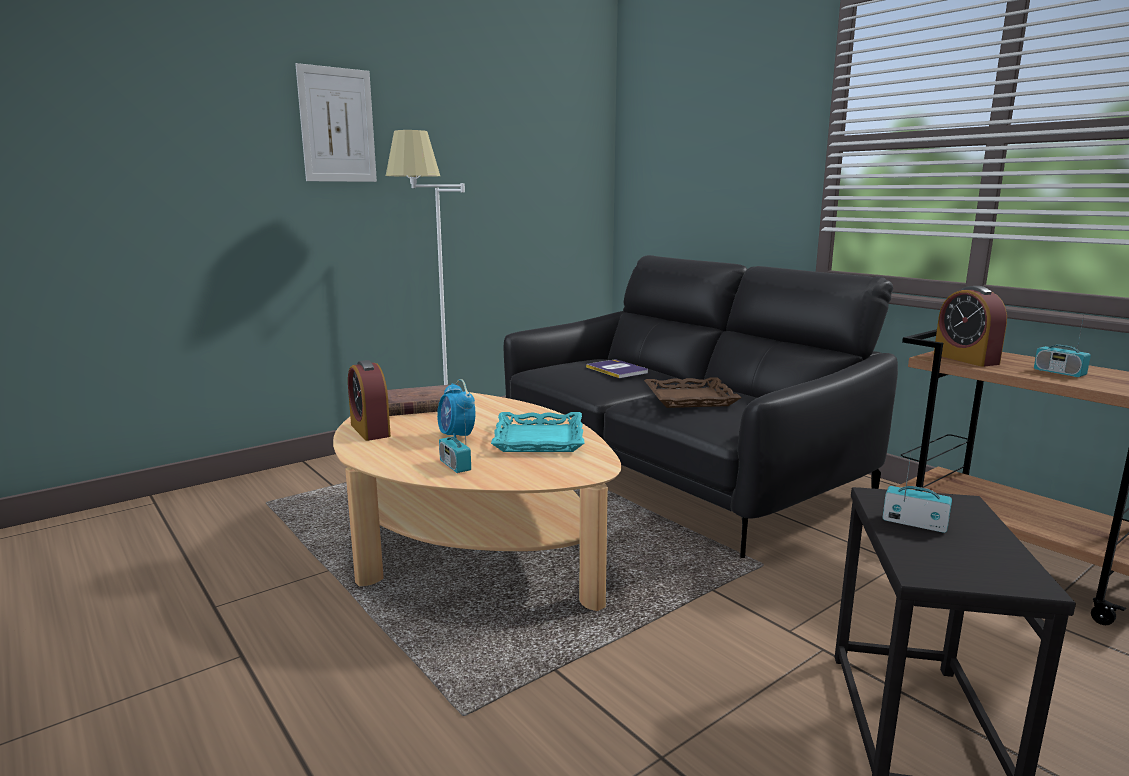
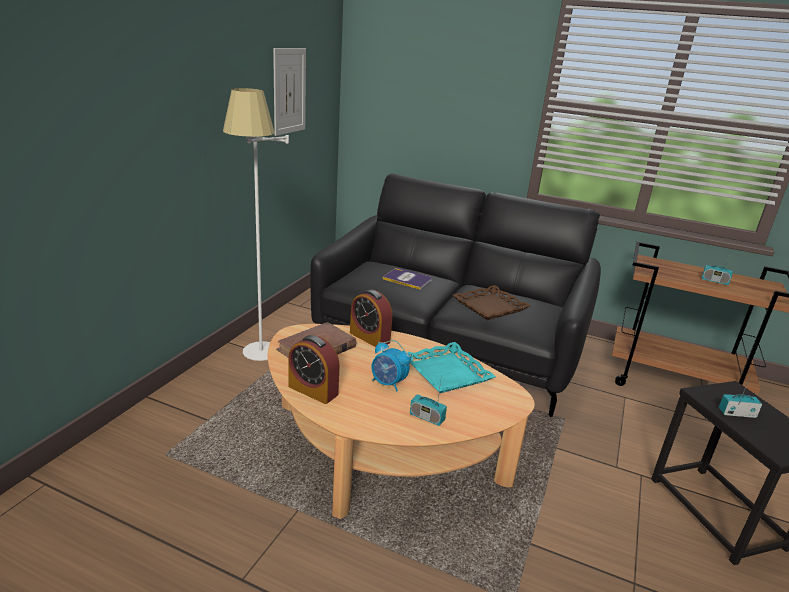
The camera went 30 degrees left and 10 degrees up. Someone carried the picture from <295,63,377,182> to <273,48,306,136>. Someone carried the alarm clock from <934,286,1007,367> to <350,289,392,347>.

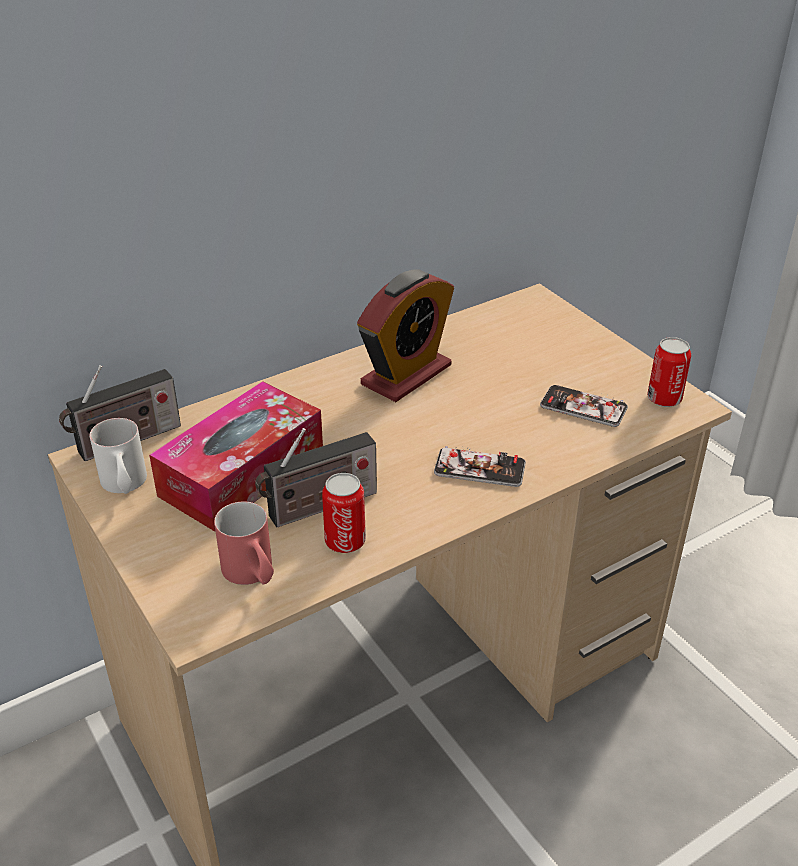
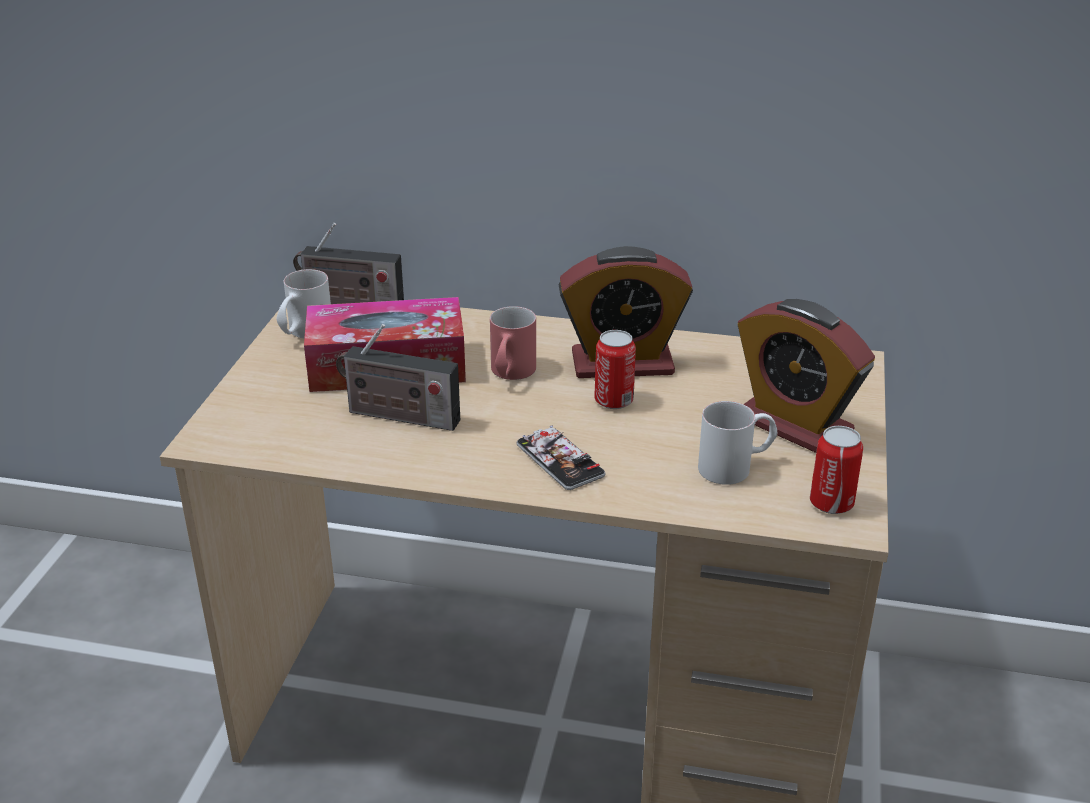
The camera went 45 degrees right and 5 degrees down. Someone put down the alarm clock at <738,299,875,453>. Someone carried the red mug from <214,502,274,585> to <490,306,536,380>. Someone carried the can from <322,473,366,553> to <595,330,636,409>. Someone swapped the phone at <540,385,628,427> for the white mug at <698,401,777,485>.

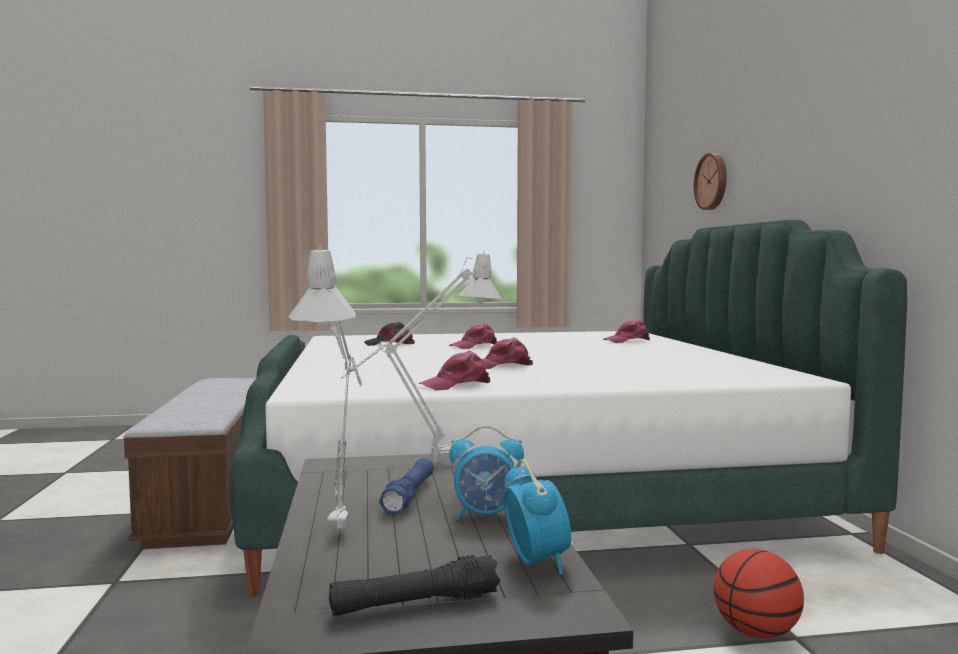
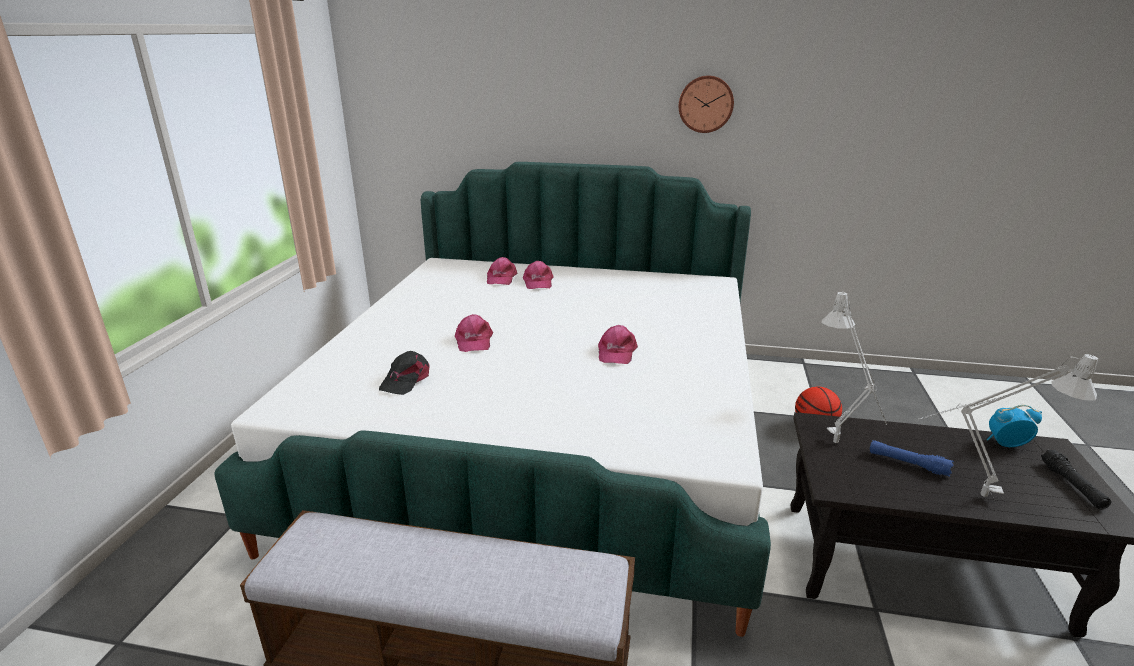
The camera went 70 degrees left and 20 degrees up. Someone took away the alarm clock at <449,426,524,521>. Someone carried the pink cap from <418,351,490,391> to <523,261,554,289>. Someone carried the wall clock from <694,153,727,210> to <679,75,734,133>.

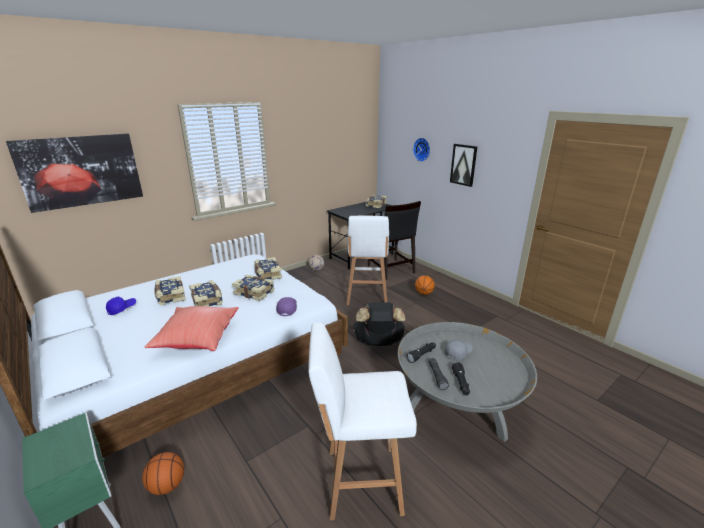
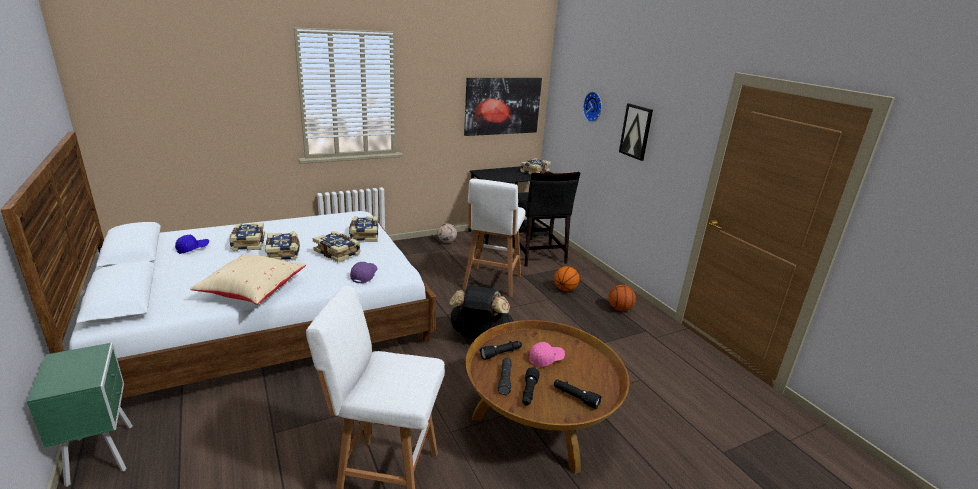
The camera went 10 degrees right and 0 degrees up. Someone put down the black flashlight at <554,380,602,409>. Someone carried the picture from <6,134,143,213> to <464,78,542,136>. Someone carried the basketball from <142,452,184,495> to <609,285,636,311>. Someone repainted the red pillow at <145,306,239,351>, which became the beige pillow at <190,254,306,305>. Someone repainted the grey coffee table at <398,322,537,442>, which became the brown coffee table at <466,320,629,474>. Someone repainted the grey cap at <445,340,472,361>, which became the pink cap at <529,342,565,367>.

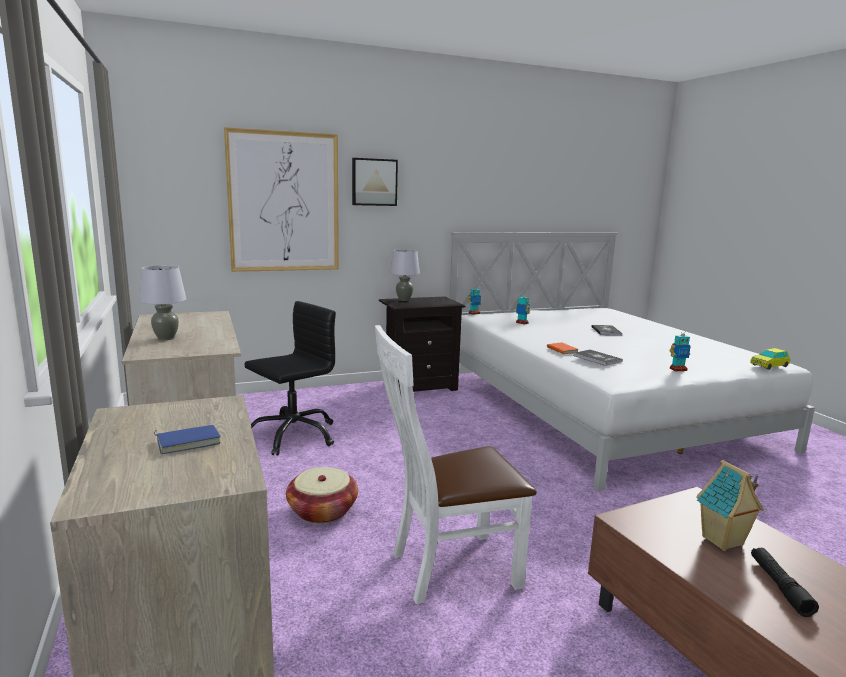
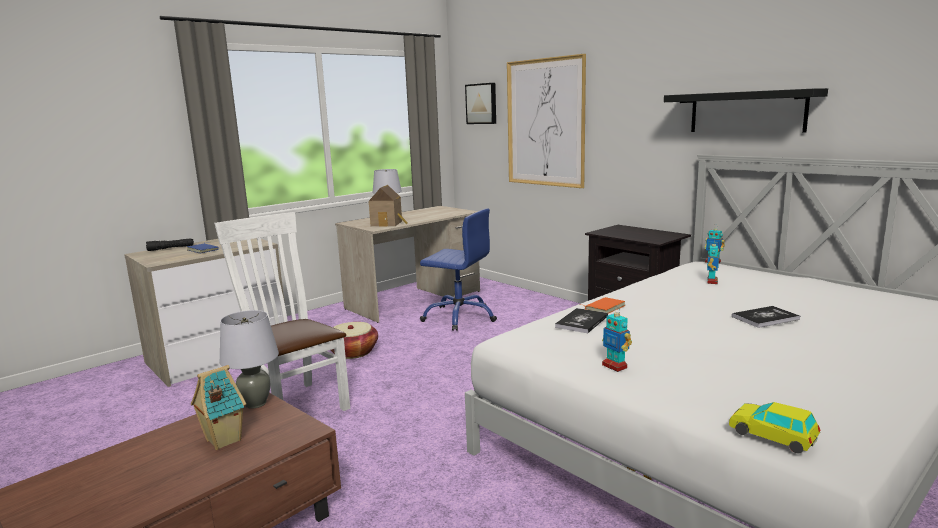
The camera went 70 degrees right and 0 degrees up. Someone put down the toy house at <369,185,408,226>. Someone put up the black shelf at <664,88,828,132>. Someone carried the picture from <352,158,398,206> to <465,83,496,124>. Someone carried the grey table lamp from <390,249,420,301> to <220,310,279,409>. Someone carried the black flashlight from <751,548,819,617> to <146,238,194,251>. Someone repainted the black office chair at <244,301,336,456>, which became the blue office chair at <420,208,497,331>.

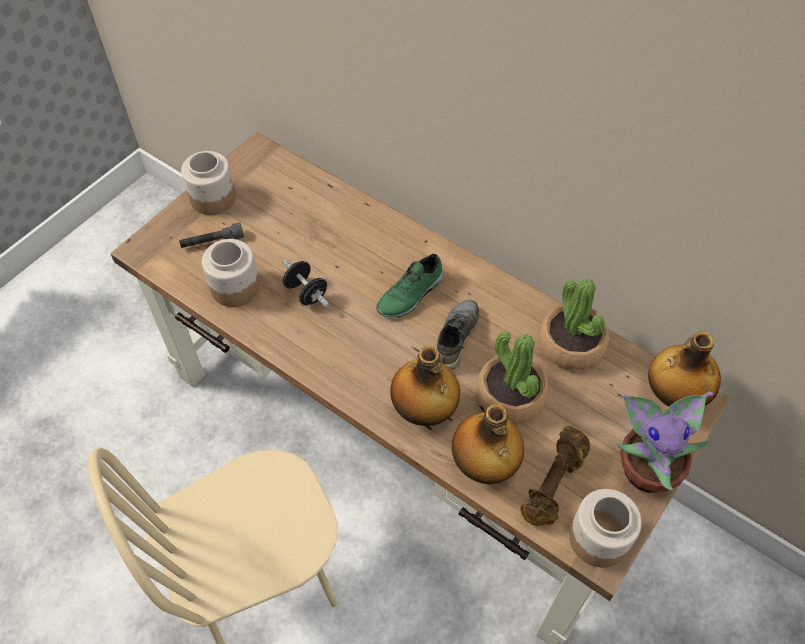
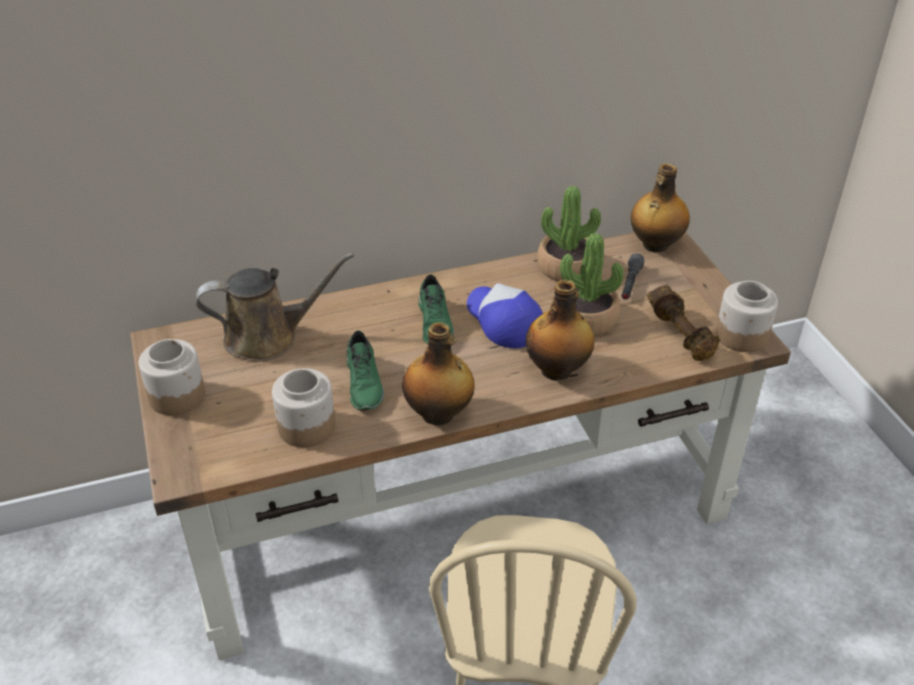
The camera went 55 degrees left and 15 degrees down. Someone took away the potted plant at <617,392,713,493>. Someone put down the brown watering can at <196,253,354,362>. Someone carried the grey flashlight from <179,223,244,248> to <621,253,644,300>. Someone carried the bottle from <452,404,524,484> to <402,322,475,425>. Someone swapped the black dumbbell at <283,260,329,307> for the green shoe at <346,330,384,411>. Someone swapped the grey shoe at <436,300,479,370> for the cap at <467,283,543,348>.

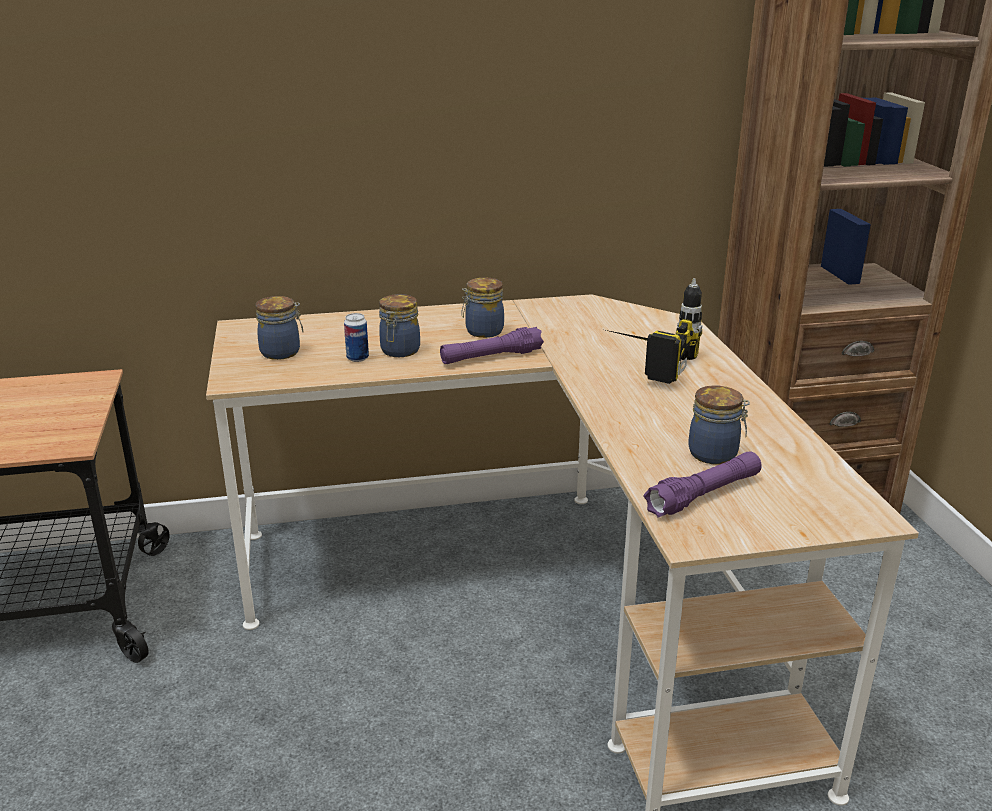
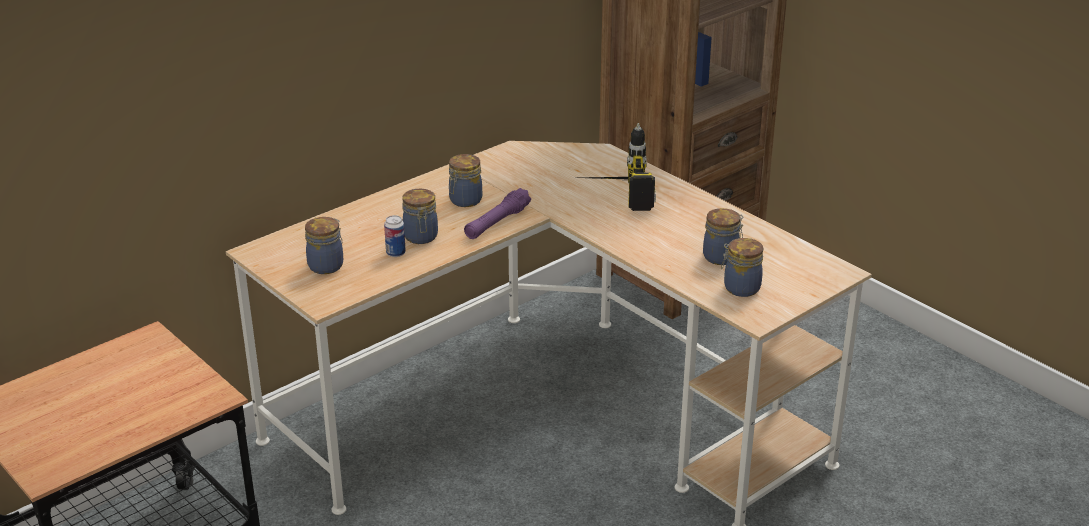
The camera went 30 degrees left and 5 degrees up. Someone swapped the purple flashlight at <643,451,762,517> for the jar at <721,238,763,297>.

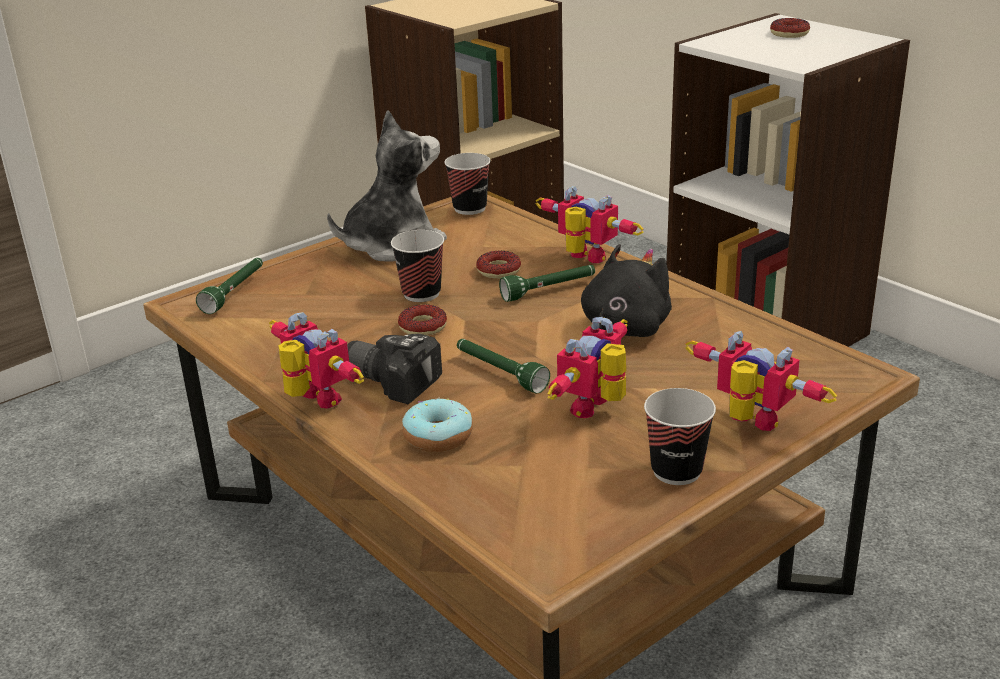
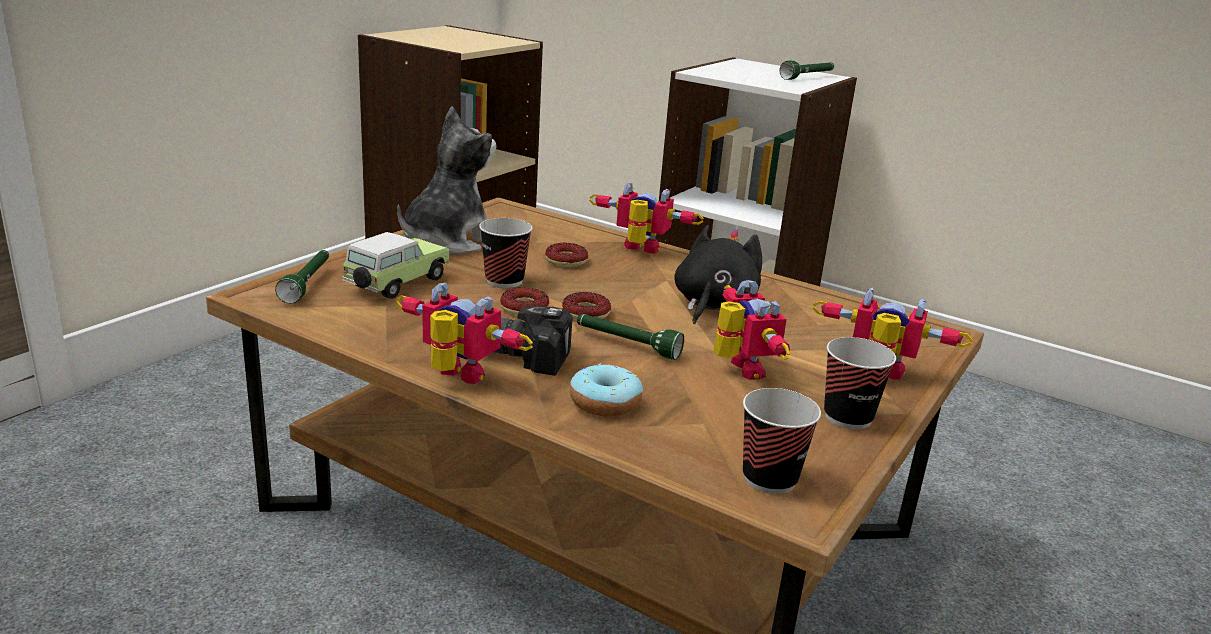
The camera went 20 degrees left and 5 degrees down. Someone put down the toy car at <342,232,449,299>. Someone carried the cup from <444,153,491,215> to <743,388,821,494>. Someone carried the green flashlight from <499,265,595,302> to <780,61,834,80>. Someone carried the donut from <770,18,810,38> to <562,292,611,320>. Someone rotated the toy robot at <548,317,628,418> by 150 degrees clockwise.

